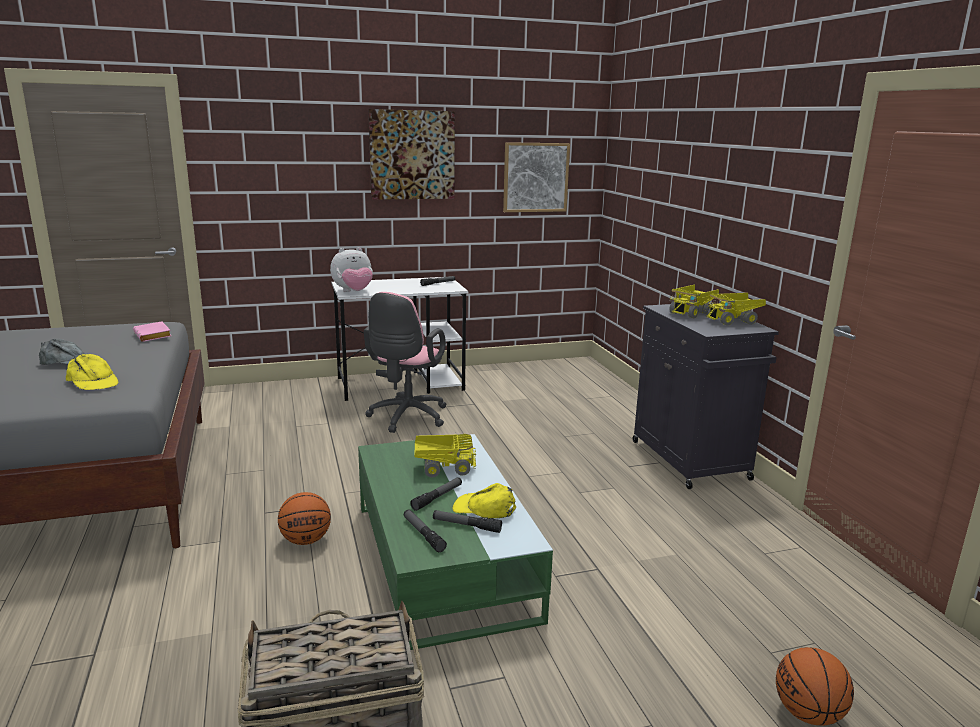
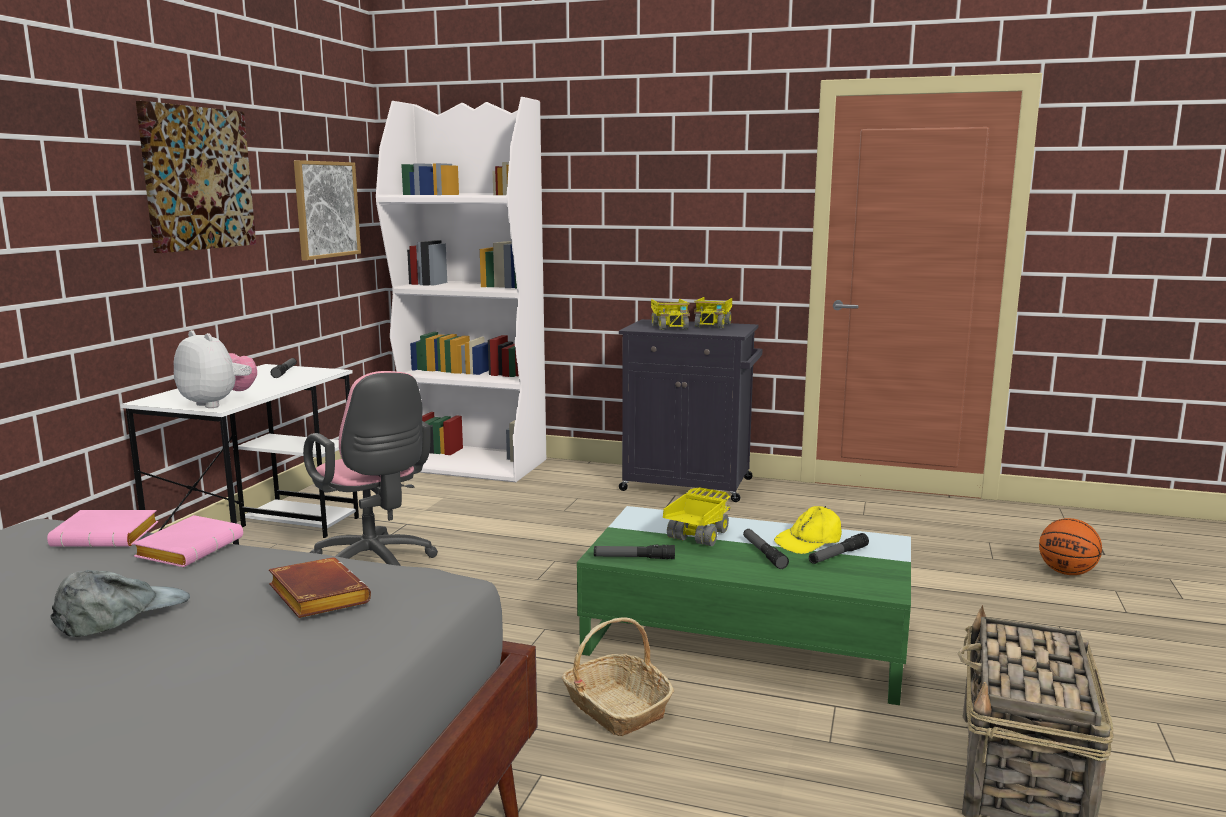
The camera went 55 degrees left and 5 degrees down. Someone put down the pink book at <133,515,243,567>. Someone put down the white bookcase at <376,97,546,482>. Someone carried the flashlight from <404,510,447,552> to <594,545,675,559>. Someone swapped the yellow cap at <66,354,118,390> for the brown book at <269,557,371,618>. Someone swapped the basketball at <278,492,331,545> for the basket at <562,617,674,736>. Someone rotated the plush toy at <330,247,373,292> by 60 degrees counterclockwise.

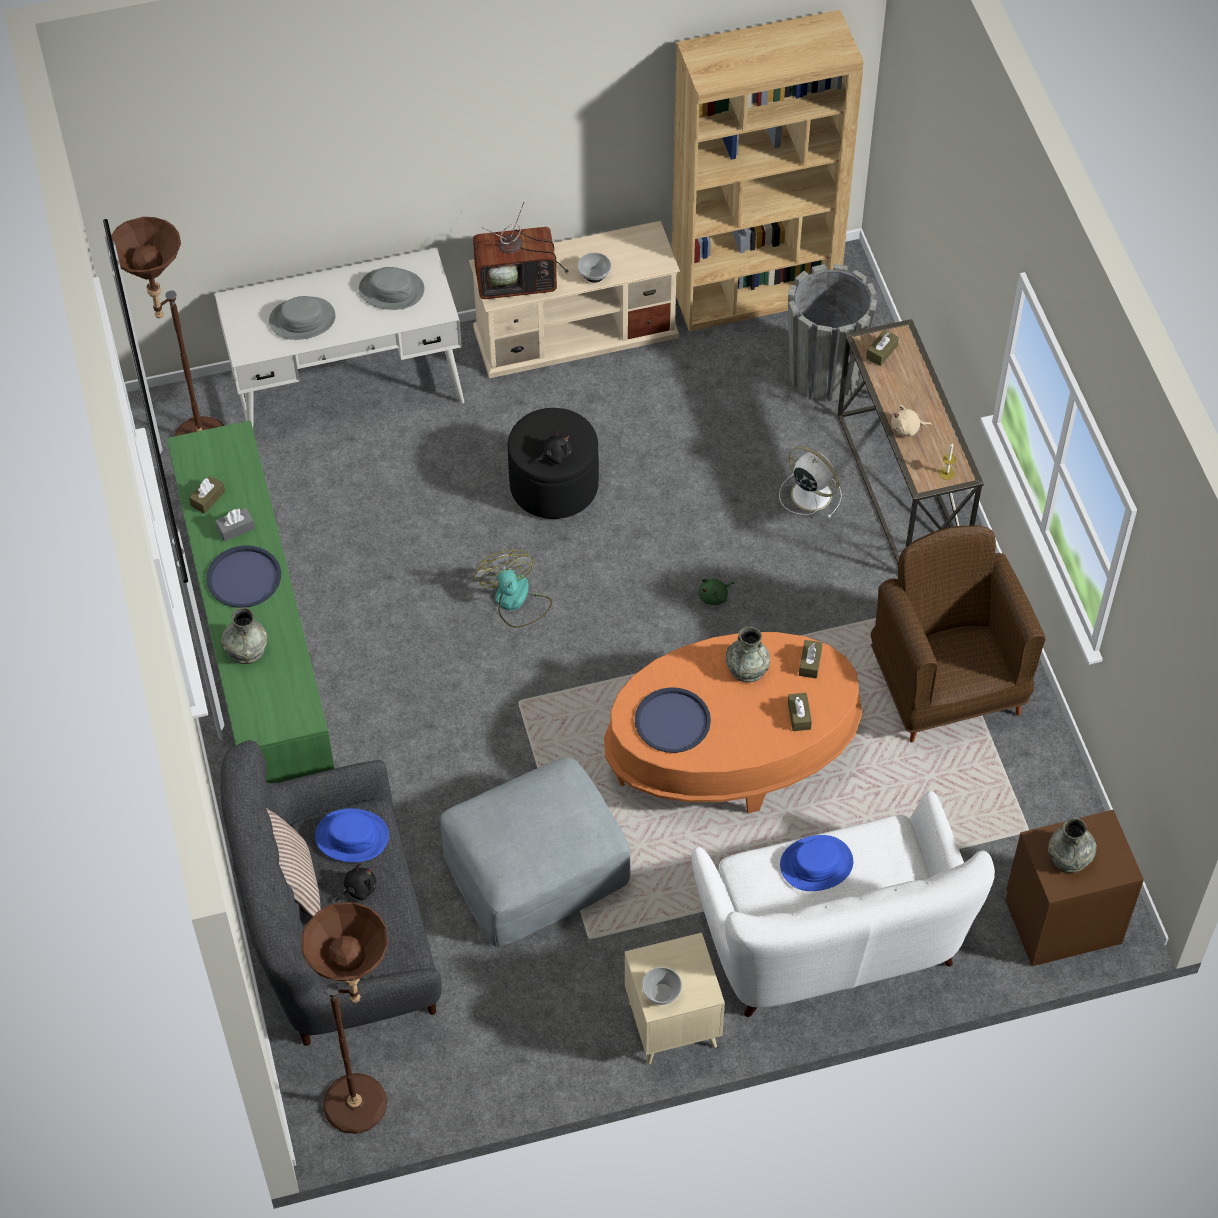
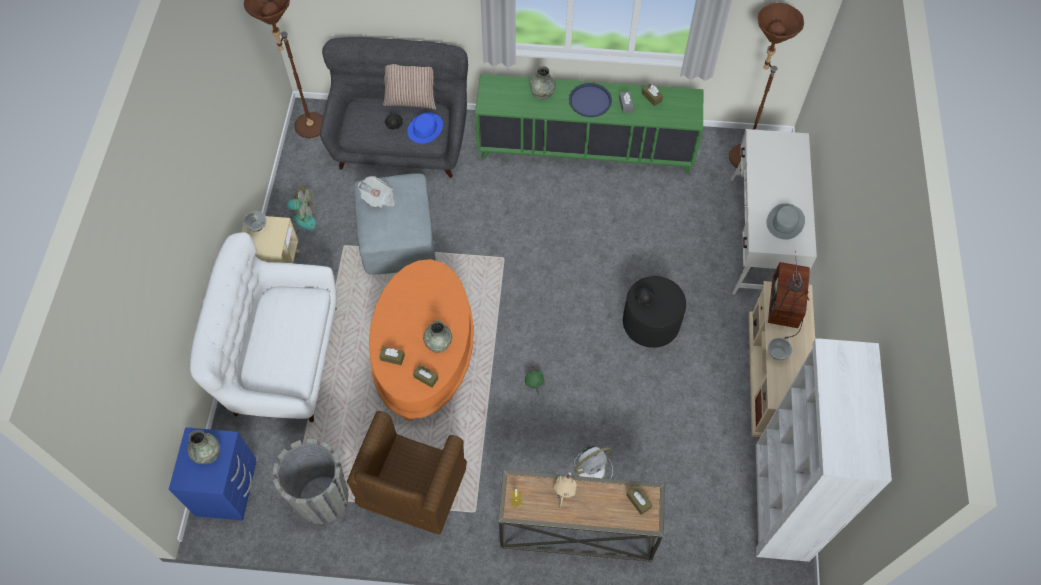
The camera went 110 degrees right and 5 degrees up. Someone took away the grey hat at <269,296,335,340>. Someone took away the blue tray at <635,687,711,753>. Someone took away the blue hat at <780,835,853,891>. Someone put down the newspaper at <358,176,394,208>. Someone carried the fan from <475,550,552,628> to <282,186,316,234>. Someone carried the grey planter from <788,264,877,402> to <273,439,349,524>. Someone repainted the brown bookcase at <672,9,864,332>, which became the white bookcase at <756,338,892,562>. Someone repainted the brown nightstand at <1005,810,1144,966>, which became the blue nightstand at <169,427,256,521>. Someone rotated the brown armchair at <871,526,1045,742> by 105 degrees clockwise.

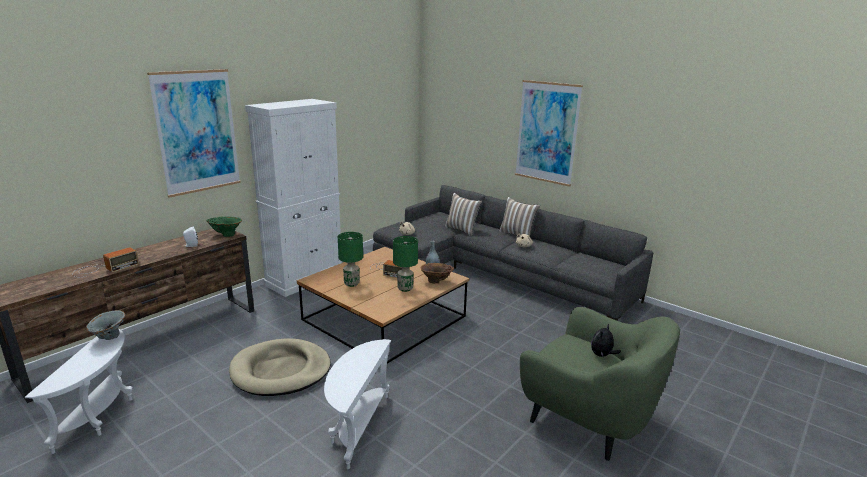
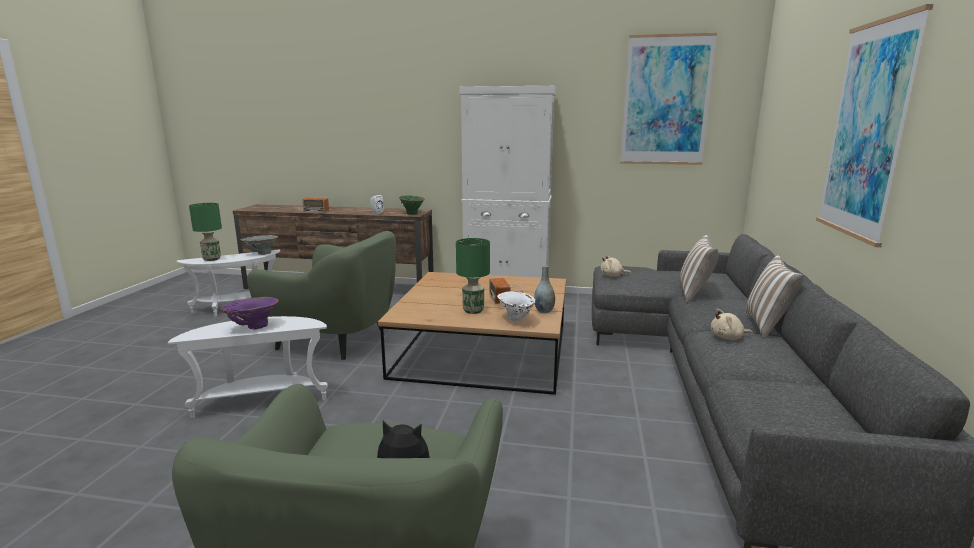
The camera went 60 degrees right and 5 degrees down. Someone put down the purple vase at <220,297,279,330>. Someone carried the picture from <147,69,241,198> to <620,33,717,165>. Someone carried the green table lamp from <338,232,363,287> to <189,203,222,261>. Someone swapped the beige dog bed at <229,338,331,396> for the green armchair at <247,231,396,360>. Someone repainted the brown vase at <420,263,454,283>, which became the white vase at <497,291,536,322>.

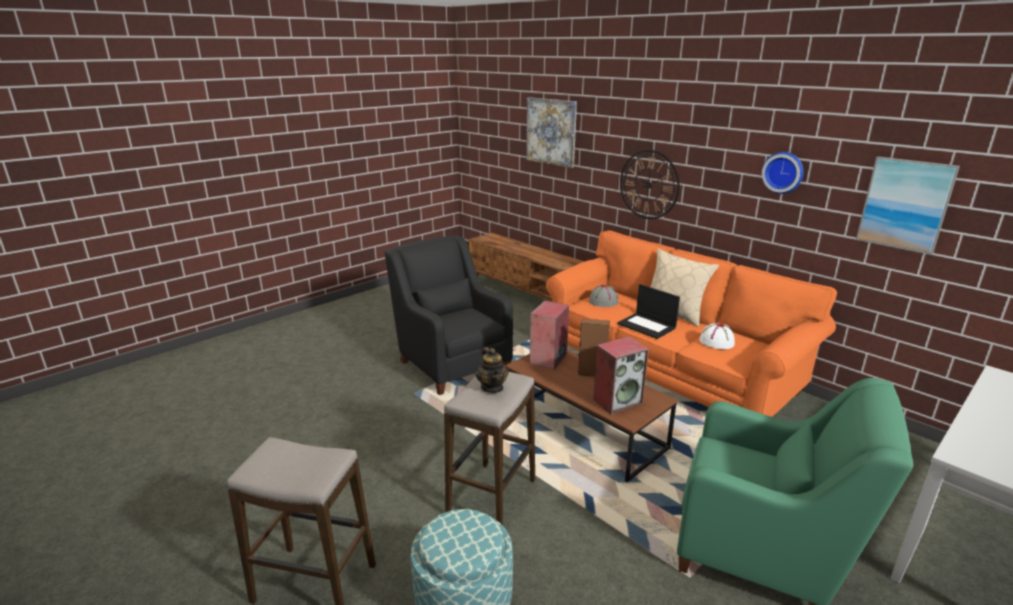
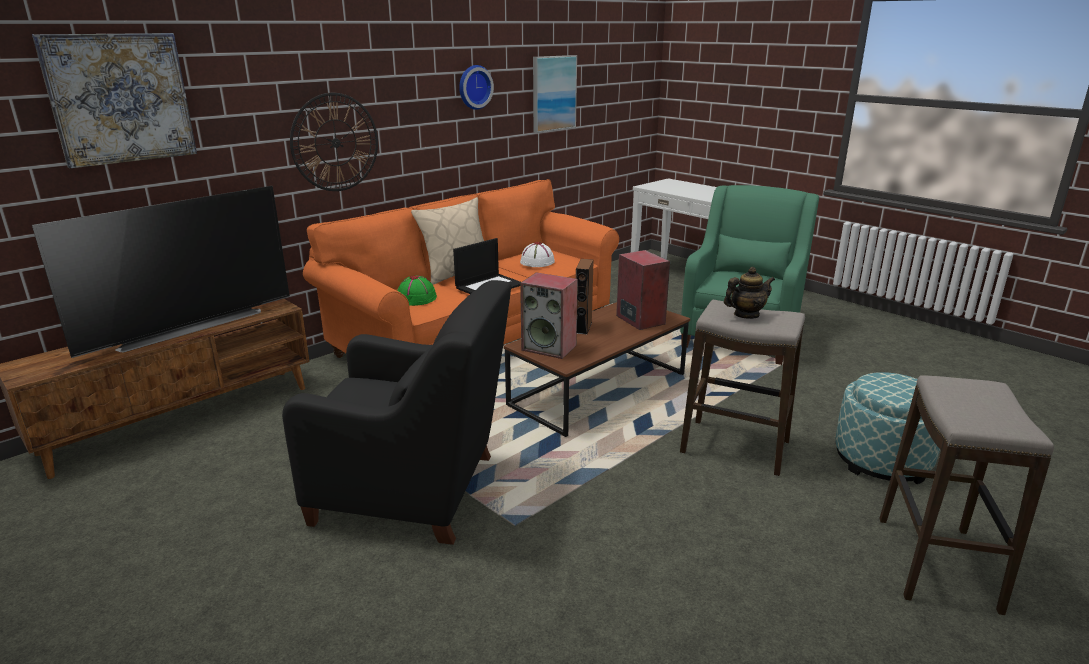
The camera went 90 degrees left and 0 degrees up. Someone put down the television at <32,186,290,358>. Someone repainted the grey hat at <589,285,619,307>, which became the green hat at <397,275,437,306>. Someone rotated the black armchair at <384,236,513,395> by 135 degrees counterclockwise.

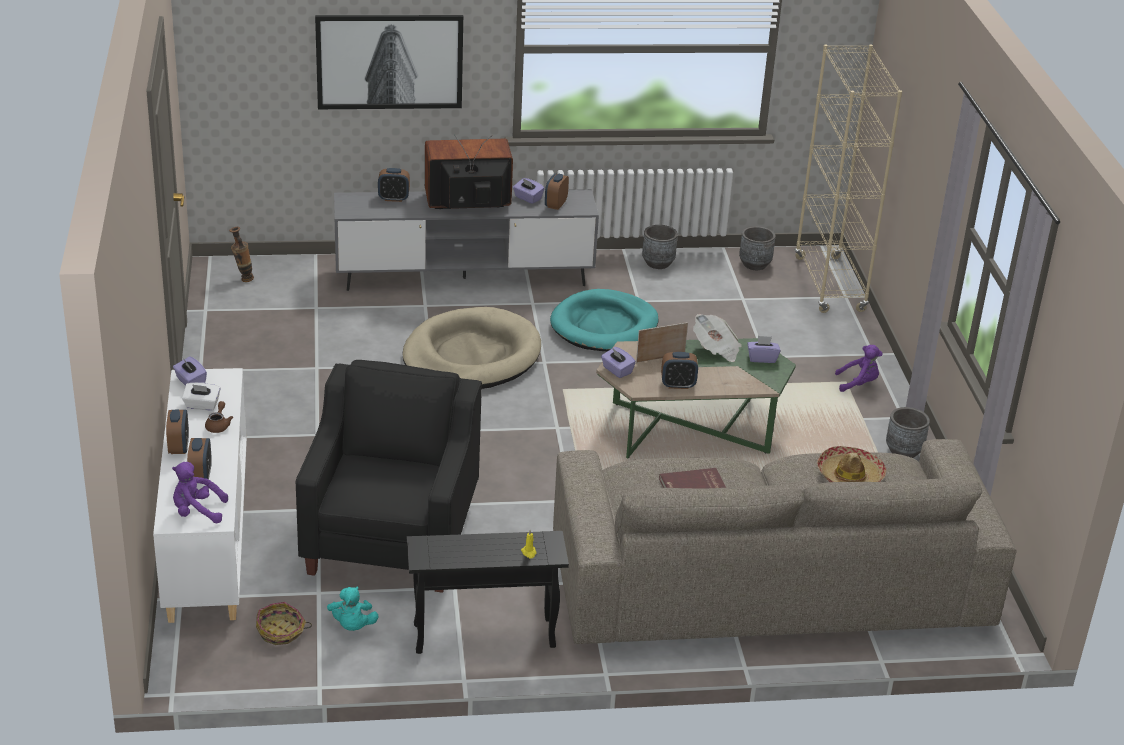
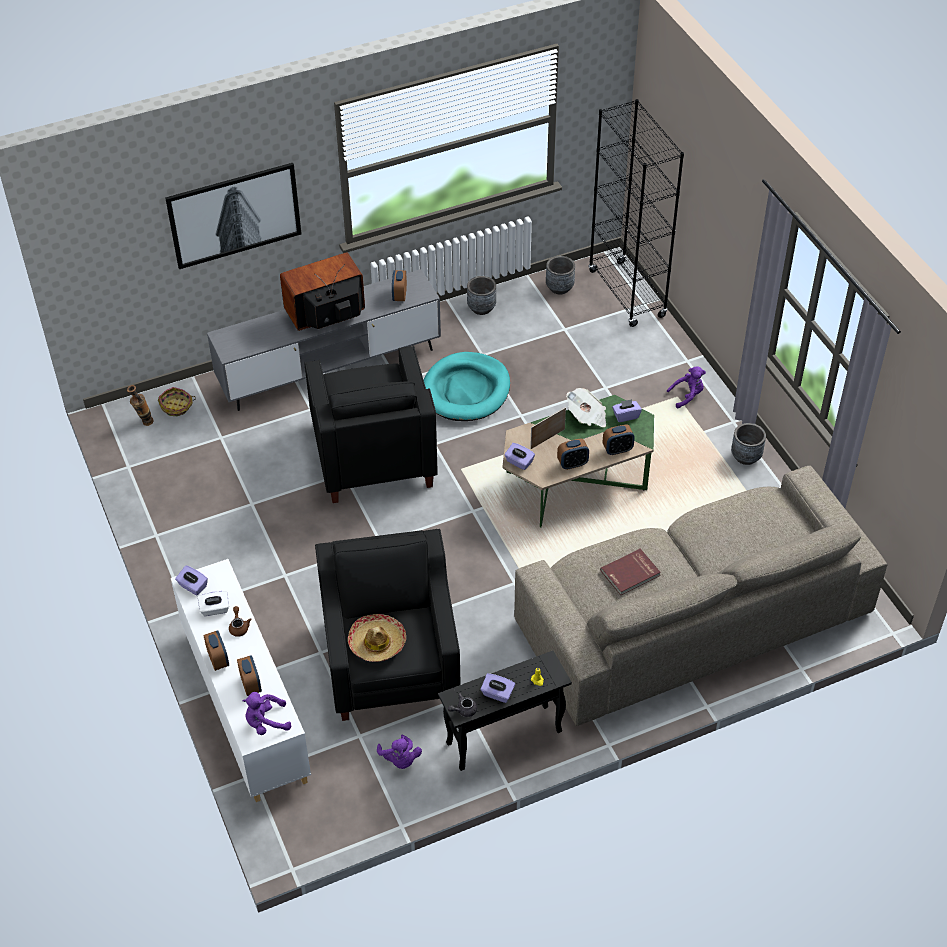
The camera went 15 degrees left and 15 degrees up. Someone put down the grey teapot at <448,693,477,717>. Someone carried the basket from <256,602,312,645> to <158,387,196,416>. Someone carried the alarm clock from <378,168,410,202> to <603,424,635,455>. Someone carried the purple tissue box from <513,178,545,204> to <481,673,515,703>. Someone carried the hat from <817,446,886,482> to <348,614,406,662>. Someone swapped the beige dog bed at <402,307,541,389> for the black armchair at <304,345,438,503>. Someone repainted the turquoise plush toy at <327,587,379,631>, which became the purple plush toy at <377,734,422,769>. Someone repainted the beige bookcase at <795,44,902,313>, which became the black bookcase at <588,99,684,327>.

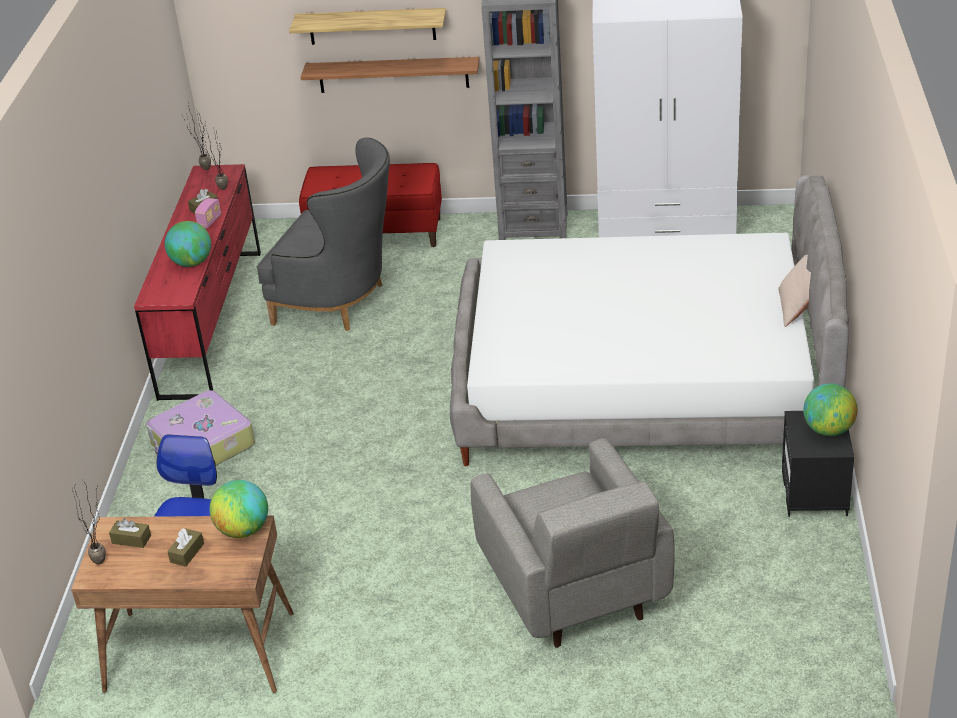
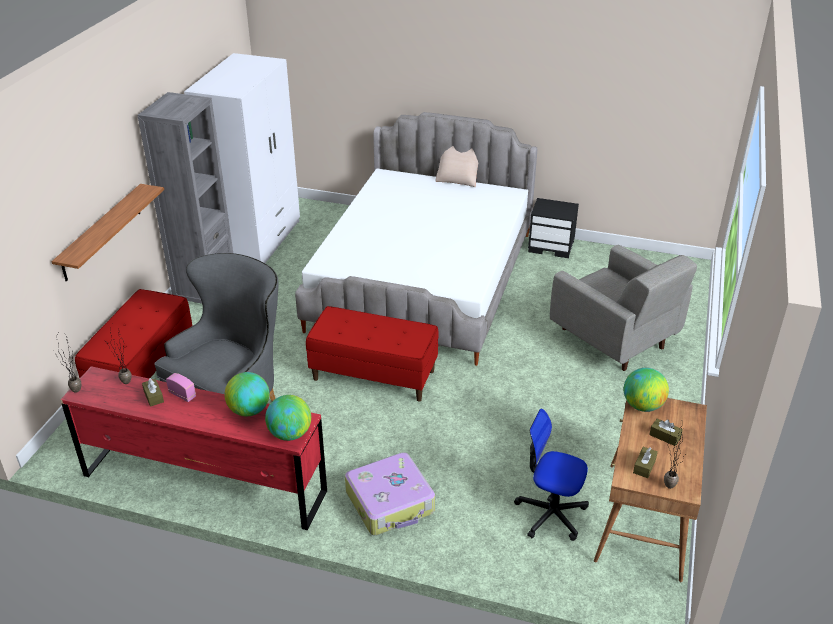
The camera went 80 degrees left and 0 degrees up. Someone took away the shelf at <289,8,446,45>. Someone put down the red bench at <306,306,439,401>. Someone carried the globe from <803,383,858,436> to <265,395,311,441>. Someone rotated the grey armchair at <471,438,675,648> by 60 degrees clockwise.

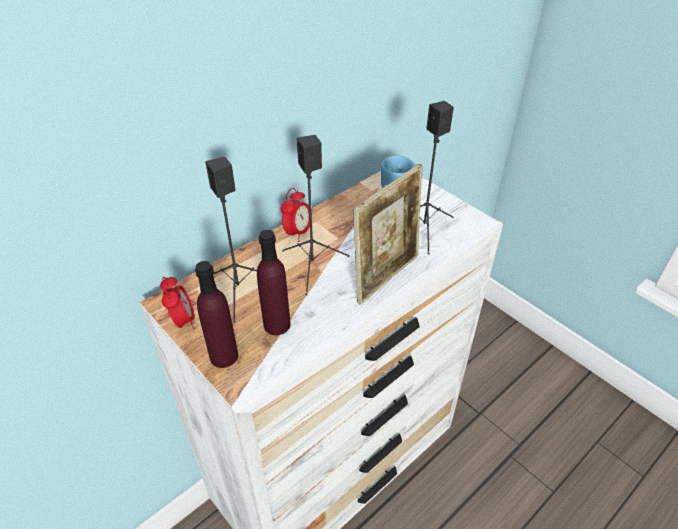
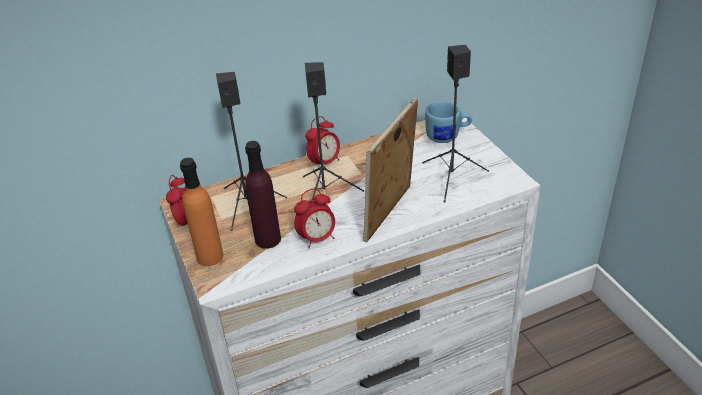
The camera went 20 degrees right and 5 degrees down. Someone put down the alarm clock at <294,189,335,249>. Someone repainted the purple bottle at <195,261,238,368>, which became the orange bottle at <180,158,223,266>. Someone rotated the picture frame at <353,164,423,305> by 150 degrees clockwise.

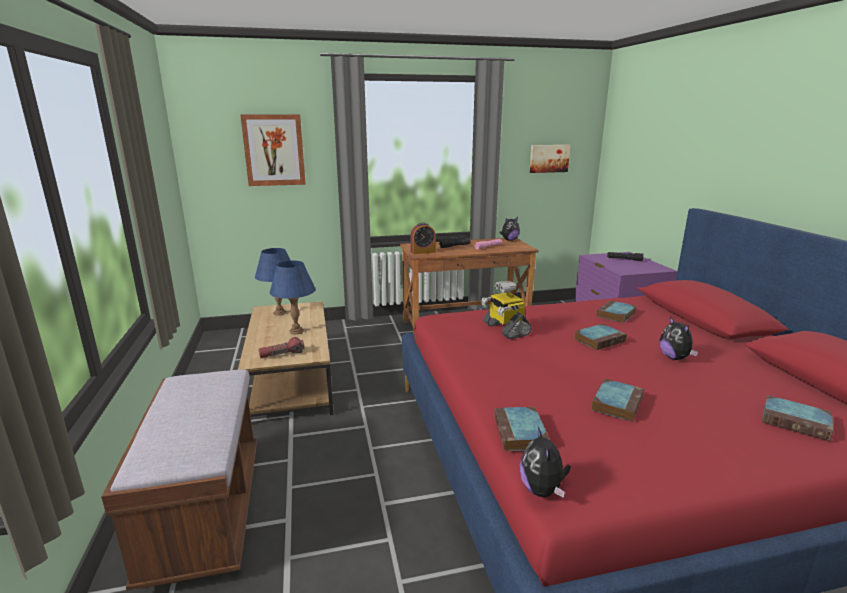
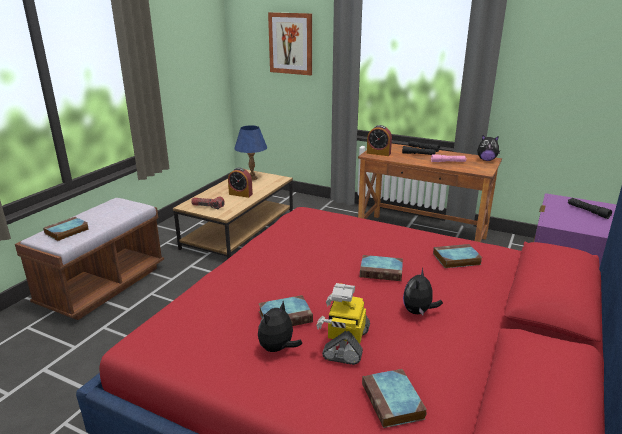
The camera went 40 degrees right and 5 degrees up. Someone took away the picture at <529,145,570,173>. Someone carried the toy robot from <481,281,531,339> to <316,283,370,365>. Someone carried the book from <494,407,550,451> to <43,217,89,241>. Someone carried the plush toy from <520,427,571,498> to <258,301,302,352>. Someone swapped the blue table lamp at <270,261,316,334> for the alarm clock at <228,168,253,198>.

